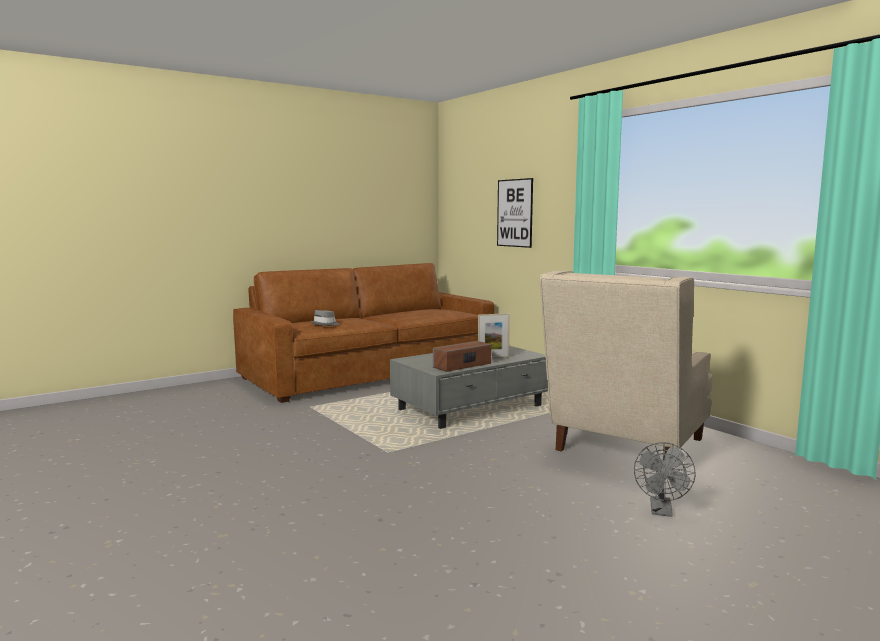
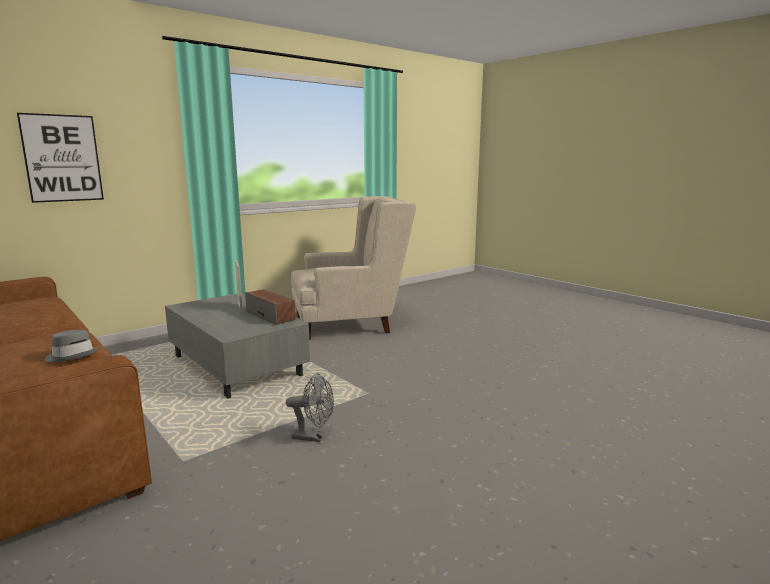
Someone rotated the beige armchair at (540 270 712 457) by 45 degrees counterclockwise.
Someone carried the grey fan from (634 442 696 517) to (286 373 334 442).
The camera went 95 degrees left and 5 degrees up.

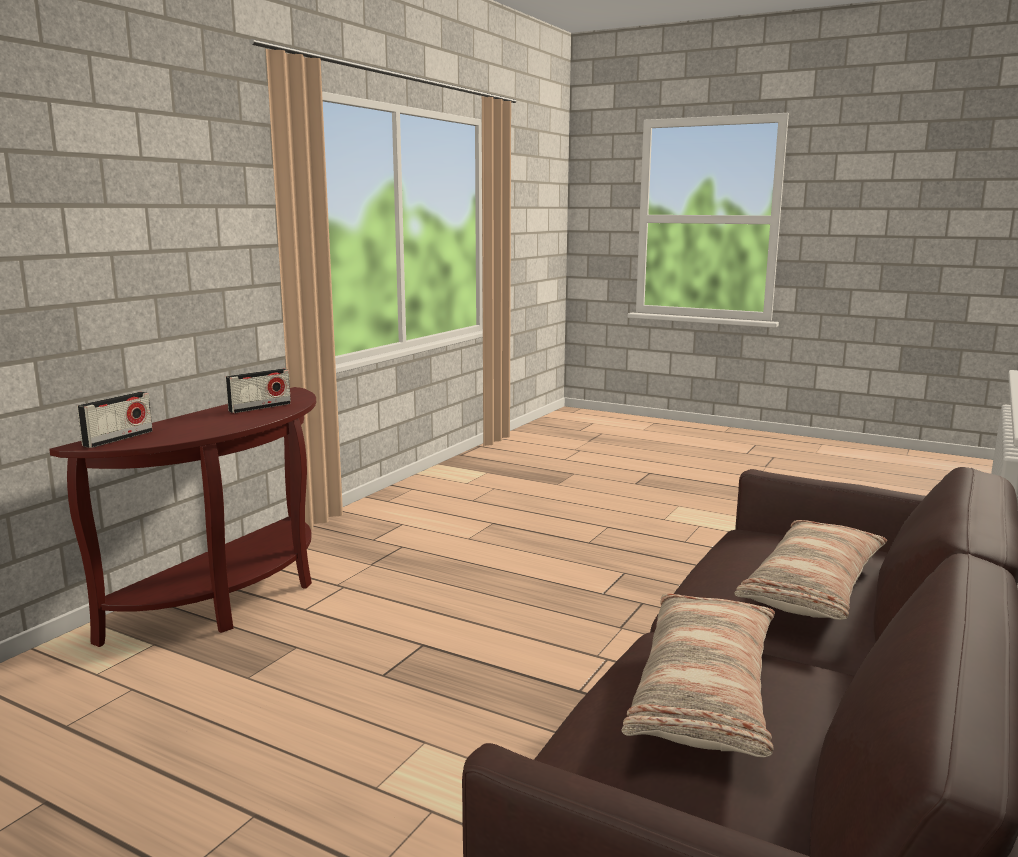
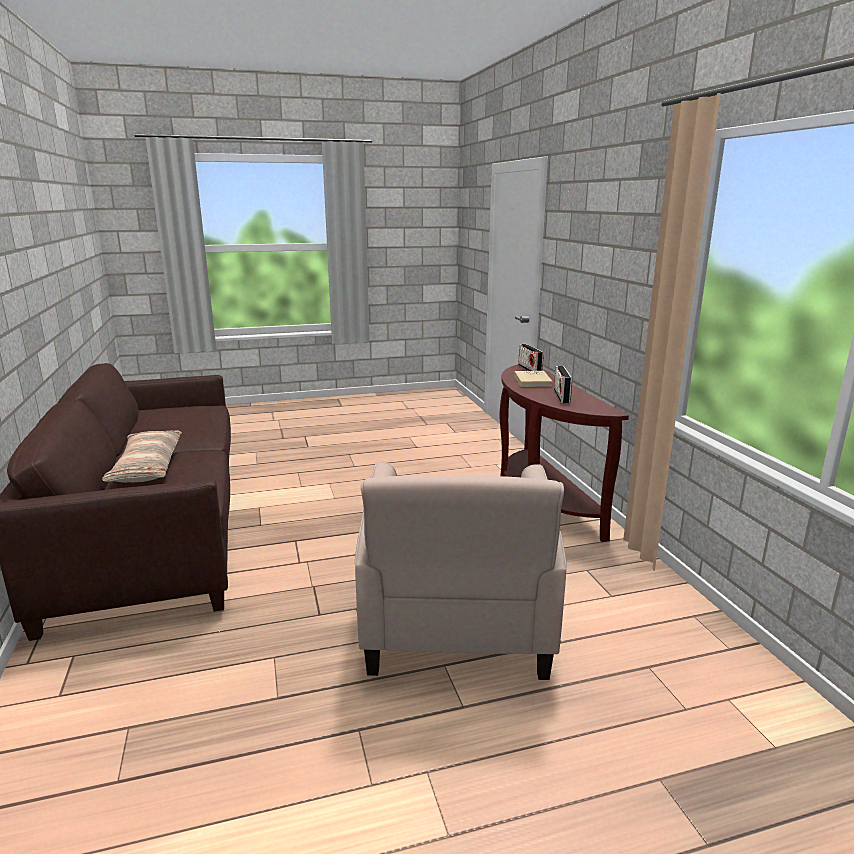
Someone took away the pillow at (622 593 775 757).
Someone put down the beige armchair at (355 462 567 680).
Someone put down the beige book at (514 371 552 387).
The camera went 135 degrees right and 5 degrees up.

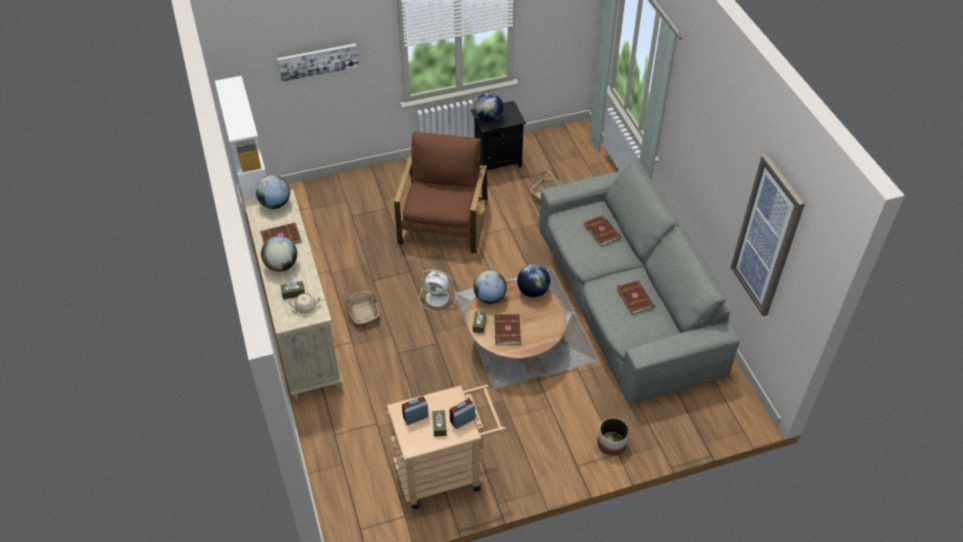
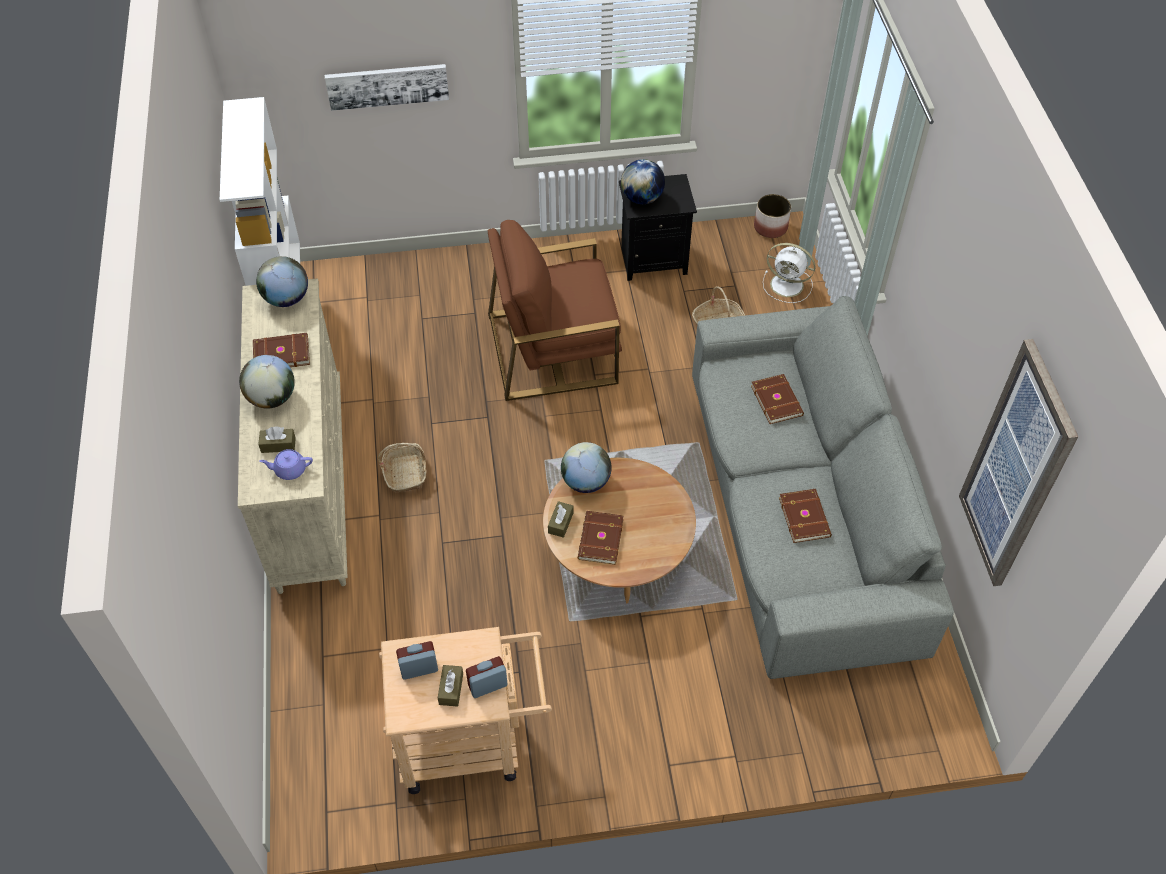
Someone repainted the beige teapot at (286 293 320 313), which became the purple teapot at (260 449 313 480).
Someone rotated the brown armchair at (394 131 488 253) by 120 degrees counterclockwise.
Someone carried the white fan from (419 269 456 312) to (763 243 816 303).
Someone took away the globe at (517 264 550 297).
Someone carried the planter from (597 418 629 456) to (754 194 791 238).
The camera went 10 degrees right and 5 degrees up.

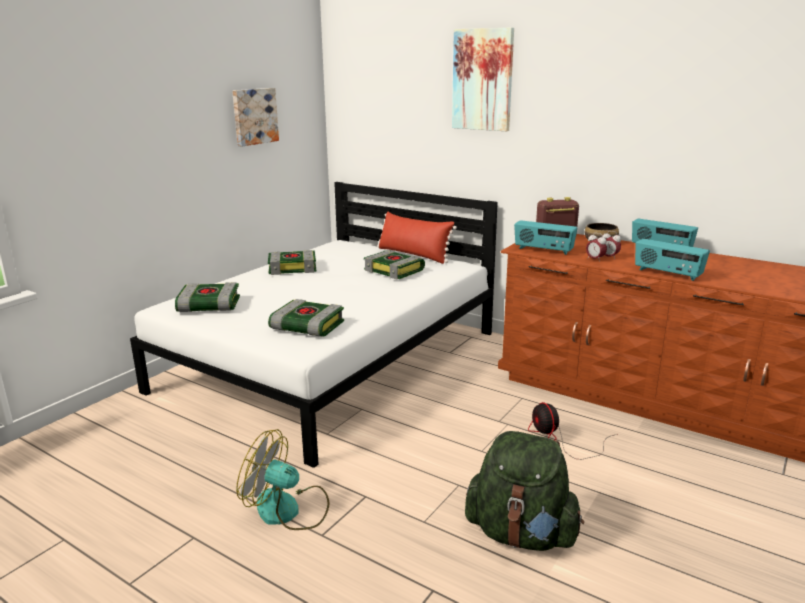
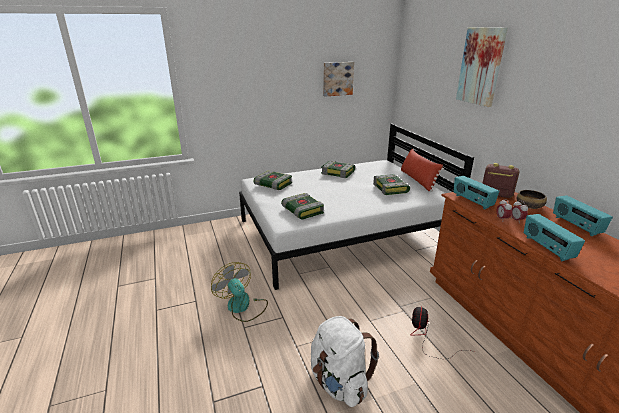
Someone repainted the green backpack at (465 431 584 551), which became the white backpack at (311 316 379 407).
The camera went 35 degrees right and 5 degrees up.

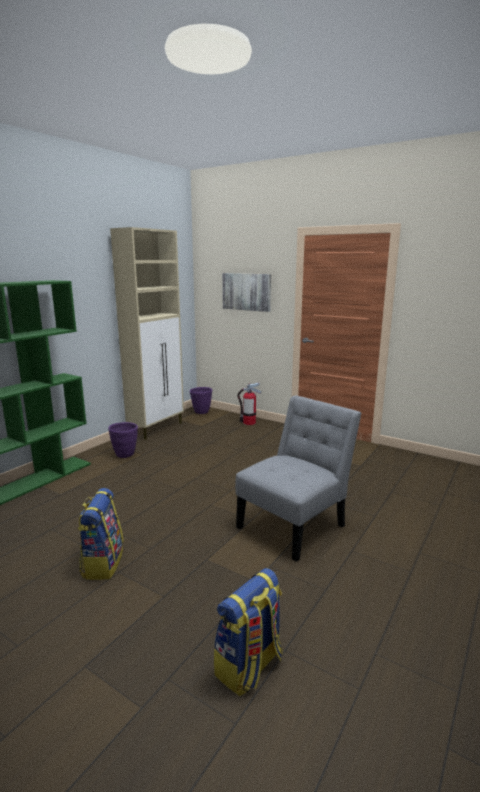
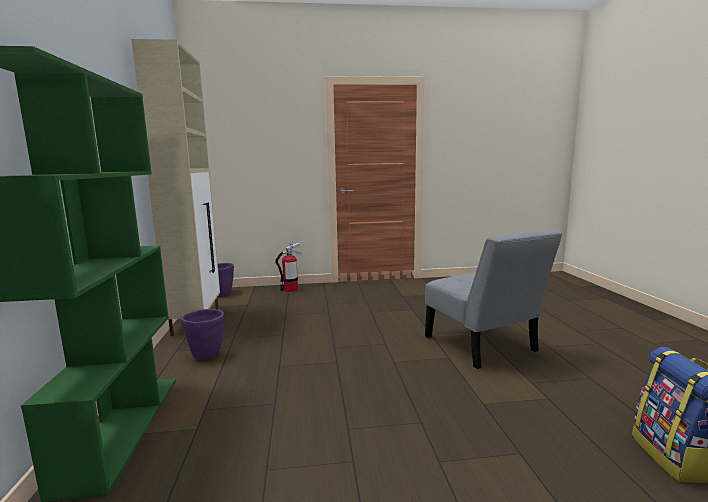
Someone took away the backpack at (78 488 123 580).
Someone took away the picture at (222 273 271 312).
Someone rotated the grey chair at (235 395 362 562) by 150 degrees clockwise.
The camera went 40 degrees left and 5 degrees down.

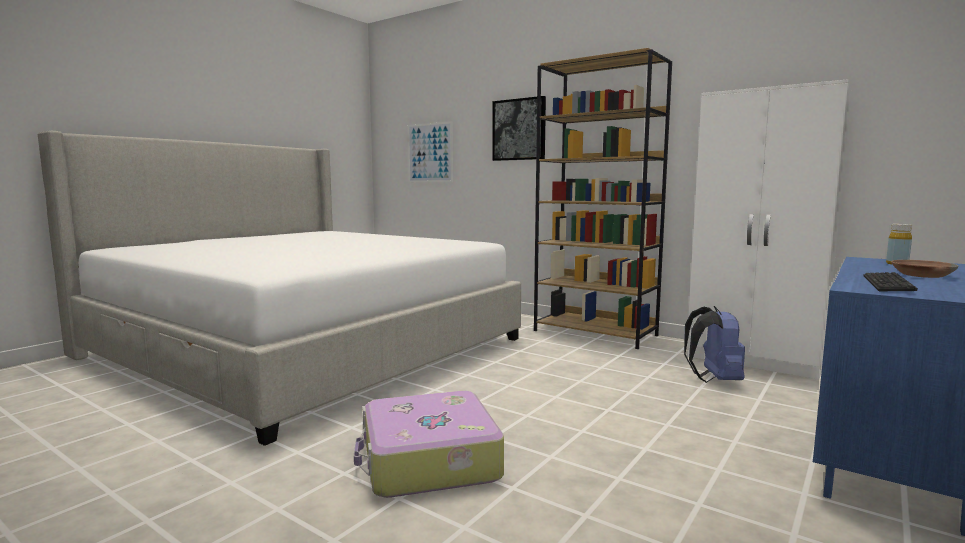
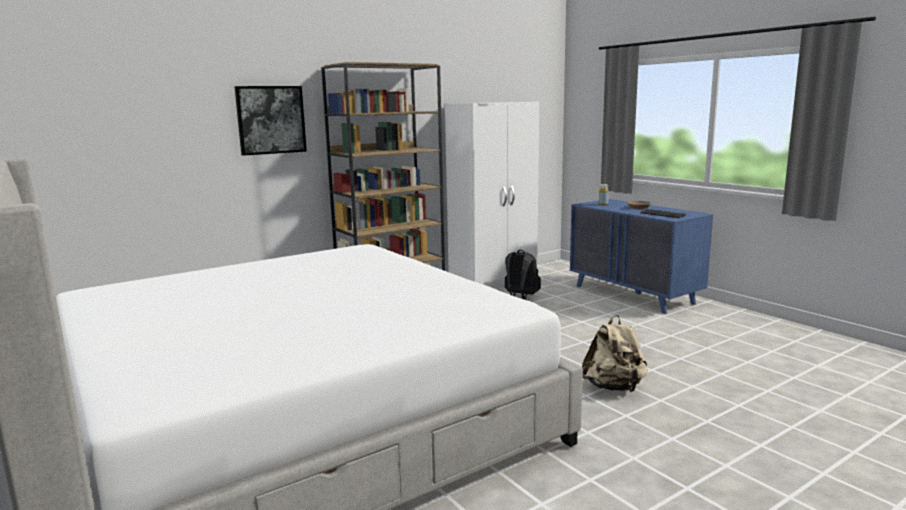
Someone swapped the suitcase at (354 391 504 498) for the beige backpack at (582 315 648 392).
Someone took away the picture at (408 121 453 182).
Someone repainted the blue backpack at (684 306 745 383), which became the black backpack at (505 249 541 300).
The camera went 70 degrees left and 5 degrees up.

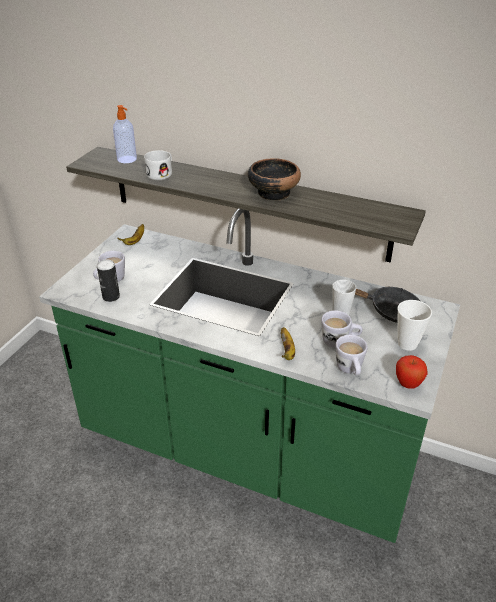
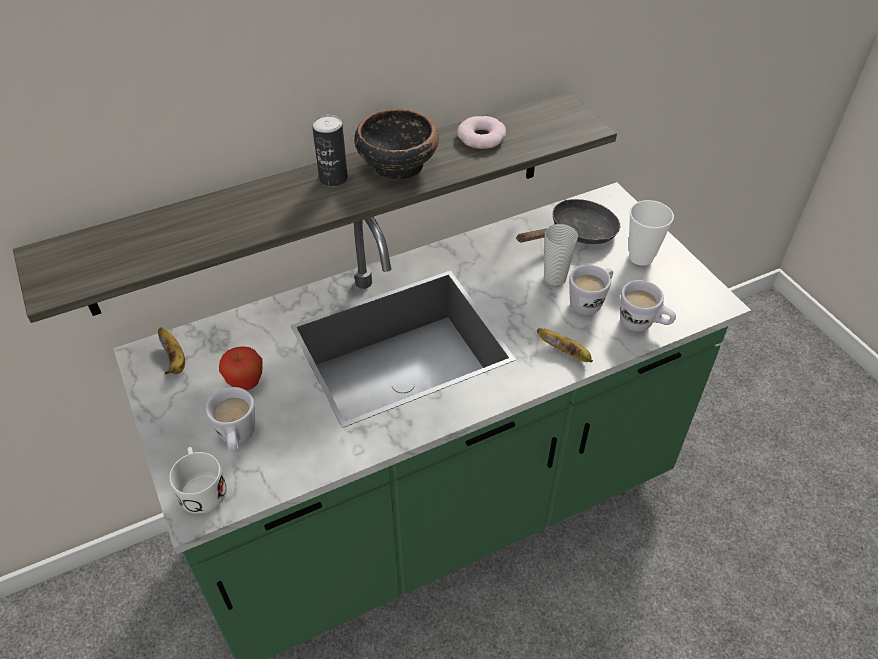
Someone carried the can from (97 259 120 302) to (312 114 348 187).
Someone took away the soap dispenser at (113 105 137 163).
Someone carried the white mug from (144 150 172 181) to (169 447 227 514).
Someone carried the apple from (396 355 428 389) to (219 346 263 391).
Someone put down the donut at (457 116 506 149).
The camera went 50 degrees left and 10 degrees up.

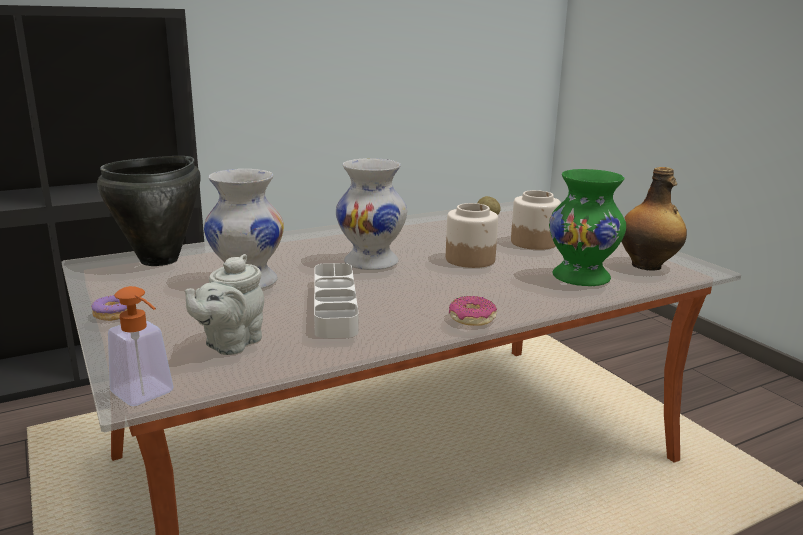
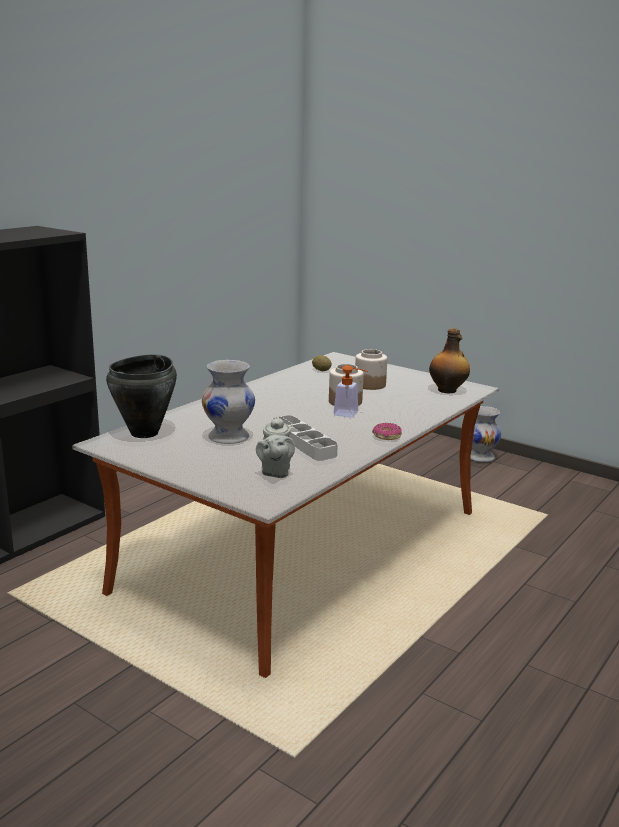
Someone took away the donut at (91 295 127 321).
Someone carried the soap dispenser from (108 286 173 406) to (333 365 368 417).
Someone carried the white vase from (336 158 407 270) to (471 406 501 462).
Someone took away the green vase at (549 169 626 286).
The camera went 25 degrees left and 0 degrees up.

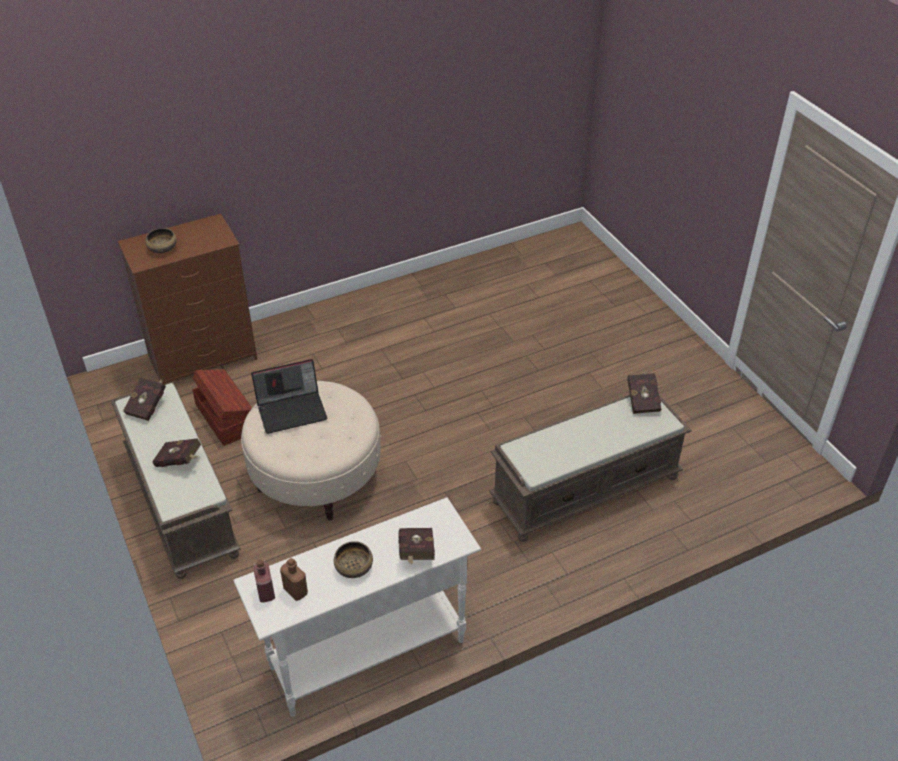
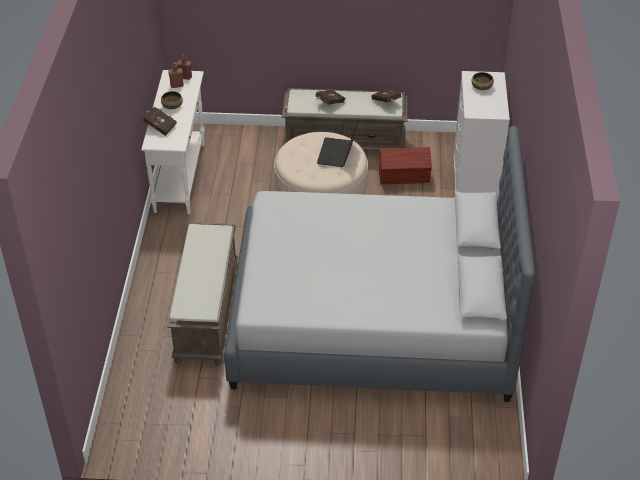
Someone repainted the brown dresser at (118 214 257 385), which became the white dresser at (453 71 510 201).
Someone took away the red book at (627 370 661 414).
Someone put down the grey bed at (224 126 535 402).
The camera went 120 degrees right and 0 degrees up.

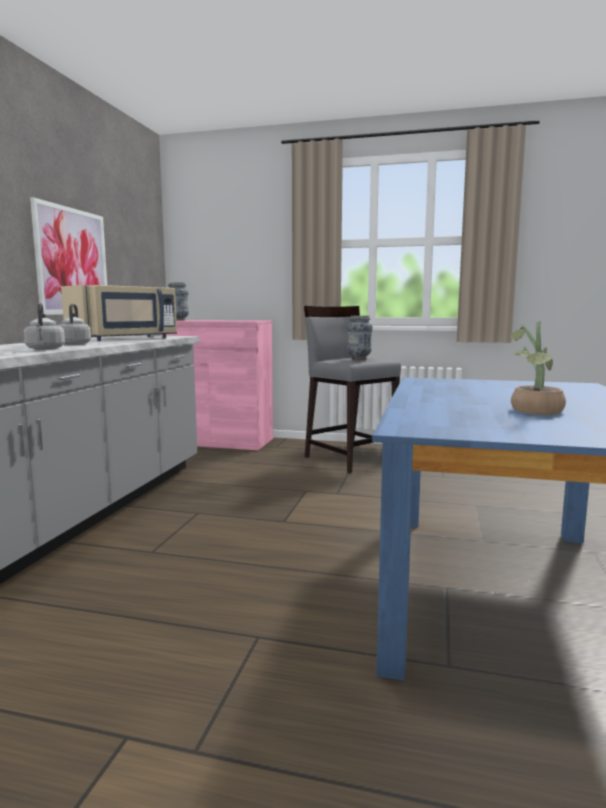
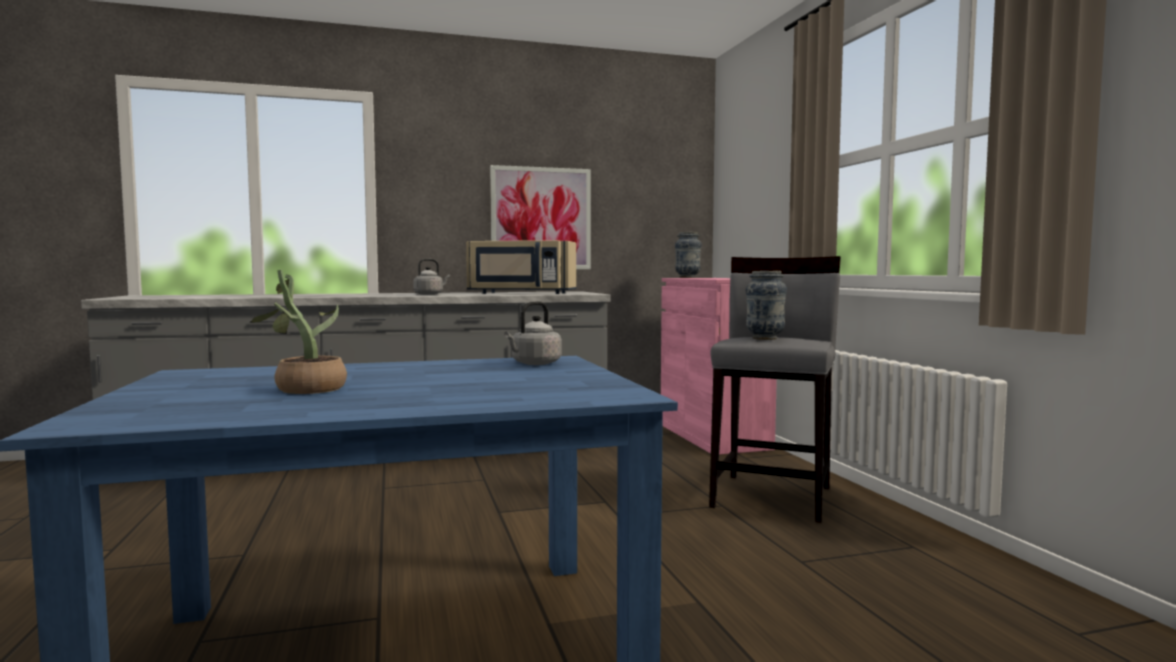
Someone carried the grey kettle from (24 303 65 350) to (504 301 562 365).
The camera went 60 degrees right and 5 degrees down.

